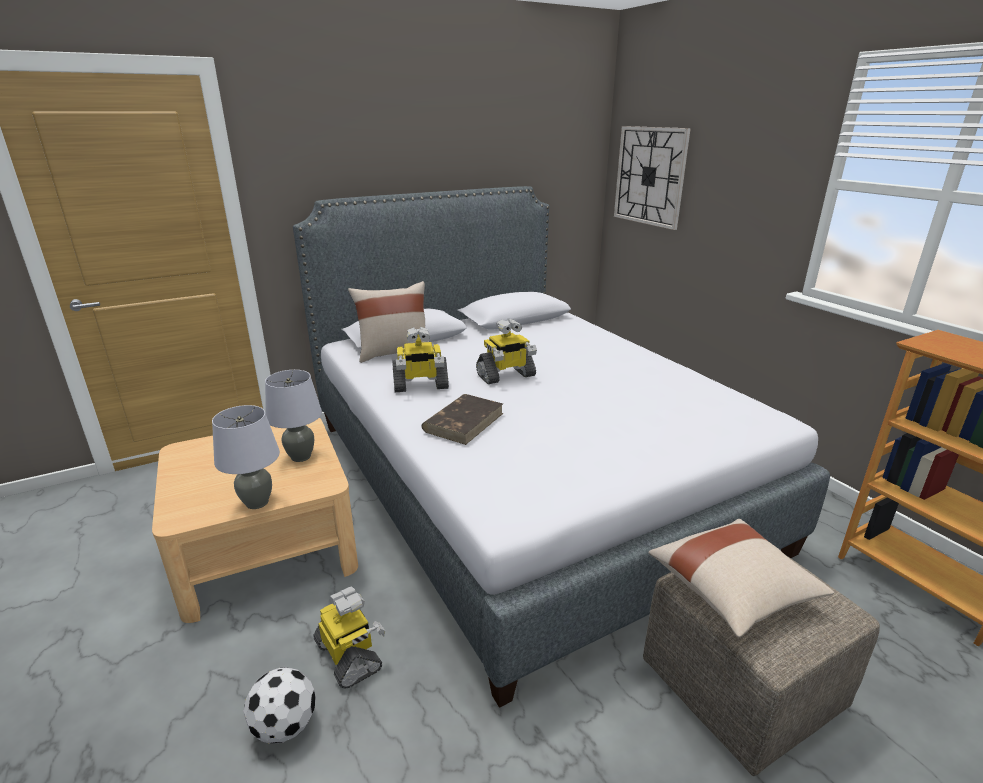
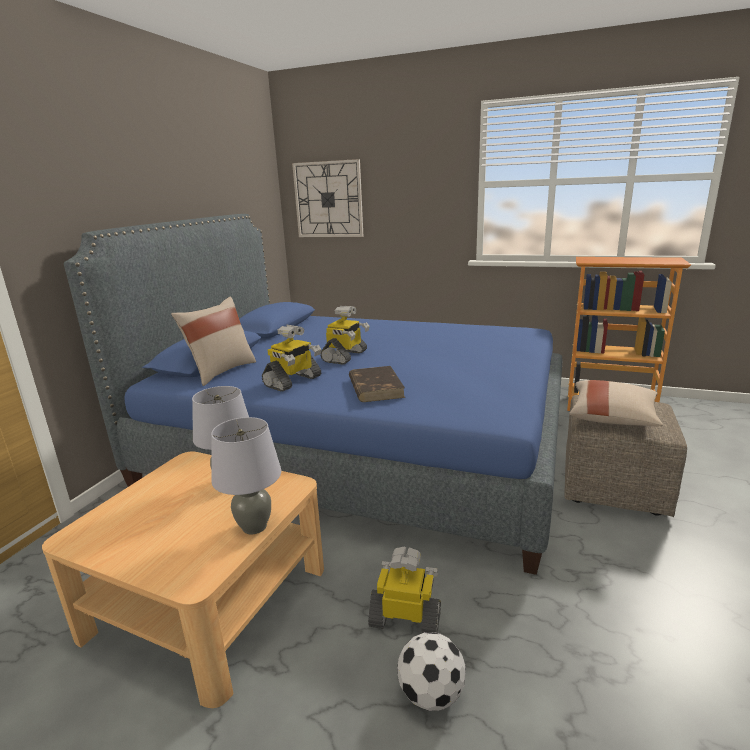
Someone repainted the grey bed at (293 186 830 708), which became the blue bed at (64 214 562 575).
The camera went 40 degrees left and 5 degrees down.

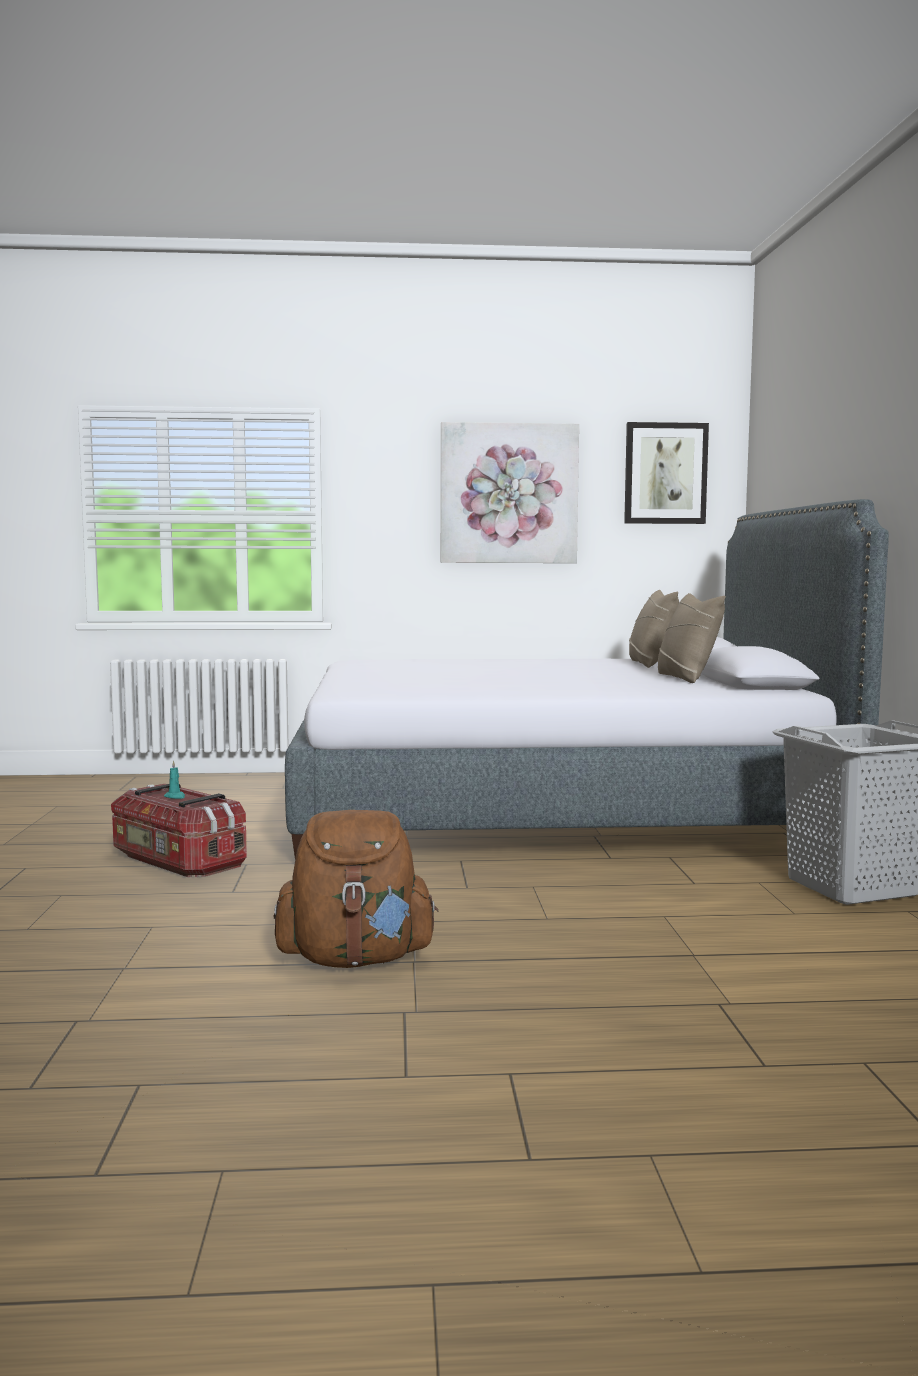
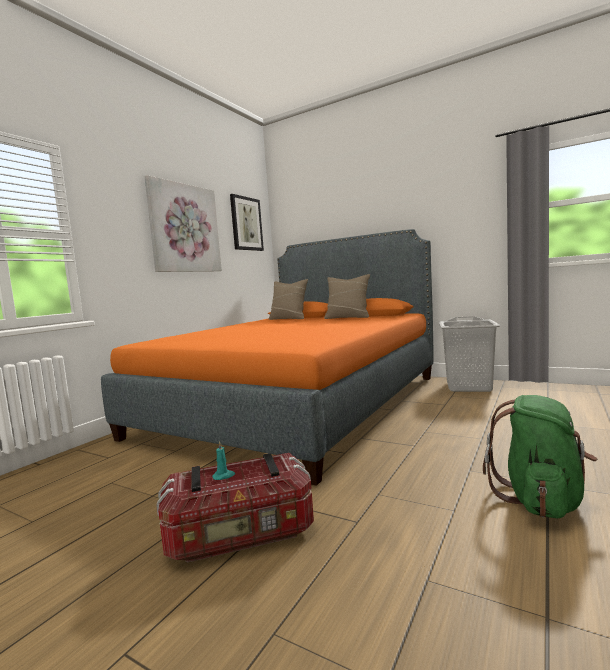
Someone repainted the brown backpack at (273 810 439 968), which became the green backpack at (483 395 597 519).
Someone repainted the grey bed at (285 499 889 858), which became the orange bed at (101 229 434 486).
The camera went 55 degrees left and 0 degrees up.

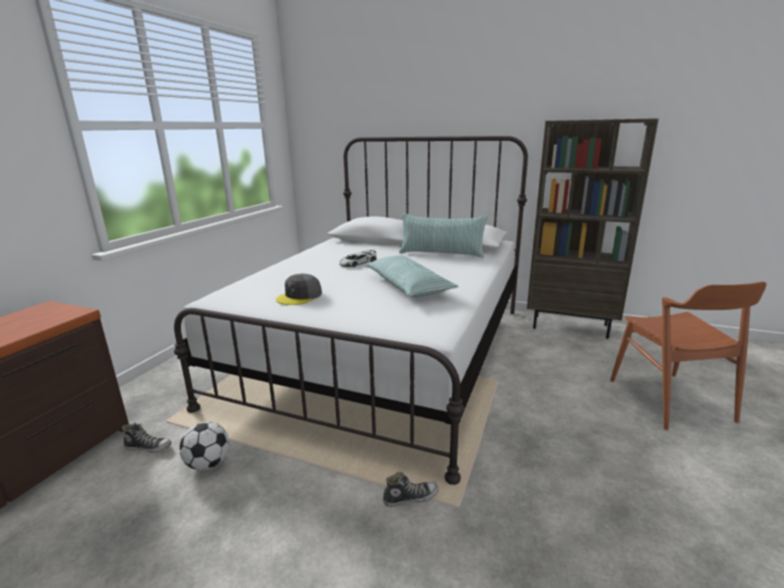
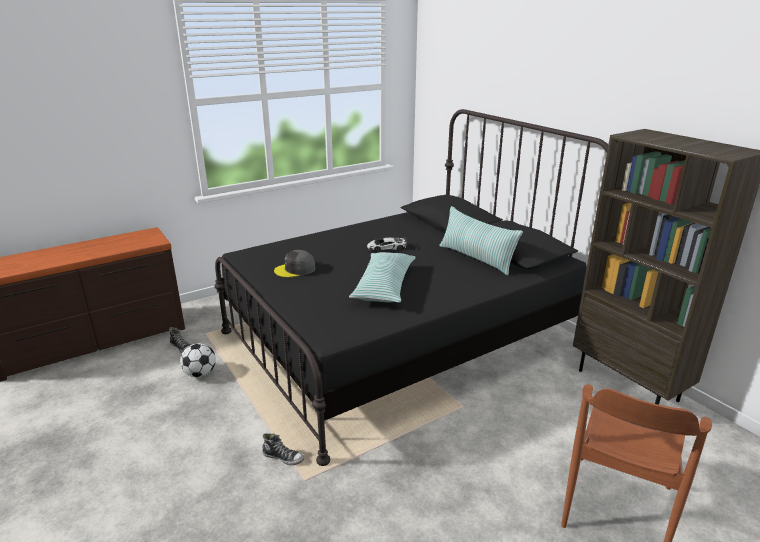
Someone repainted the white bed at (174 136 528 485), which became the black bed at (214 109 608 466).
The camera went 35 degrees right and 5 degrees up.

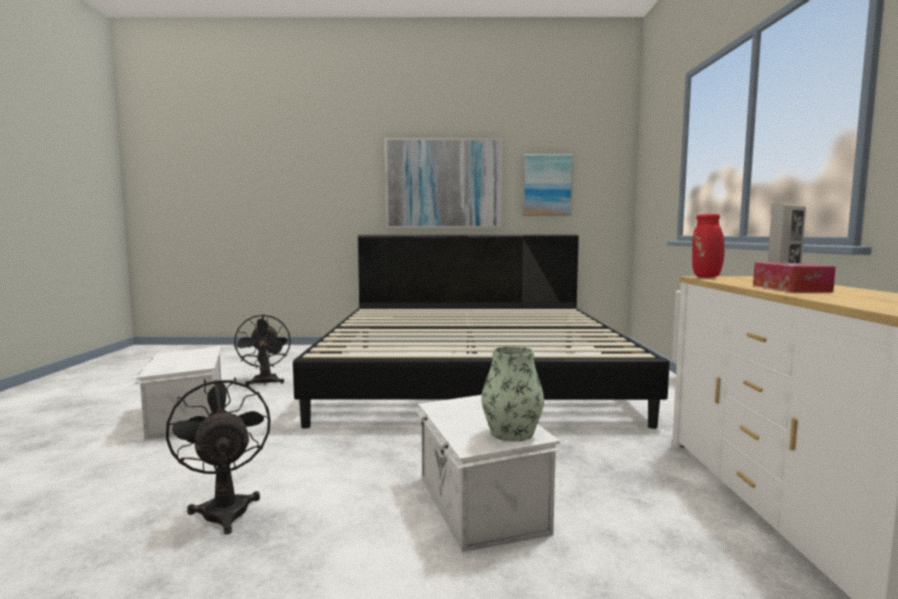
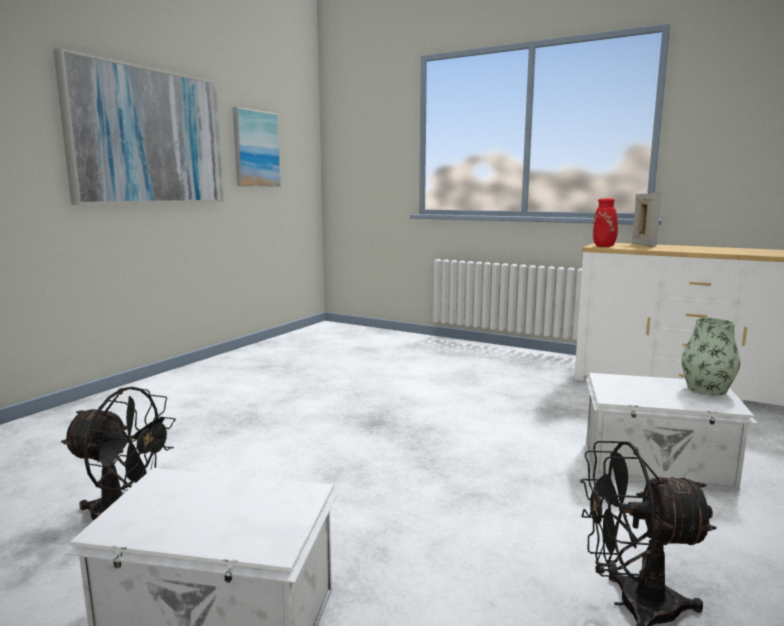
Someone took away the bed at (293 235 669 429).
Someone took away the tissue box at (753 262 836 293).
The camera went 60 degrees left and 5 degrees up.

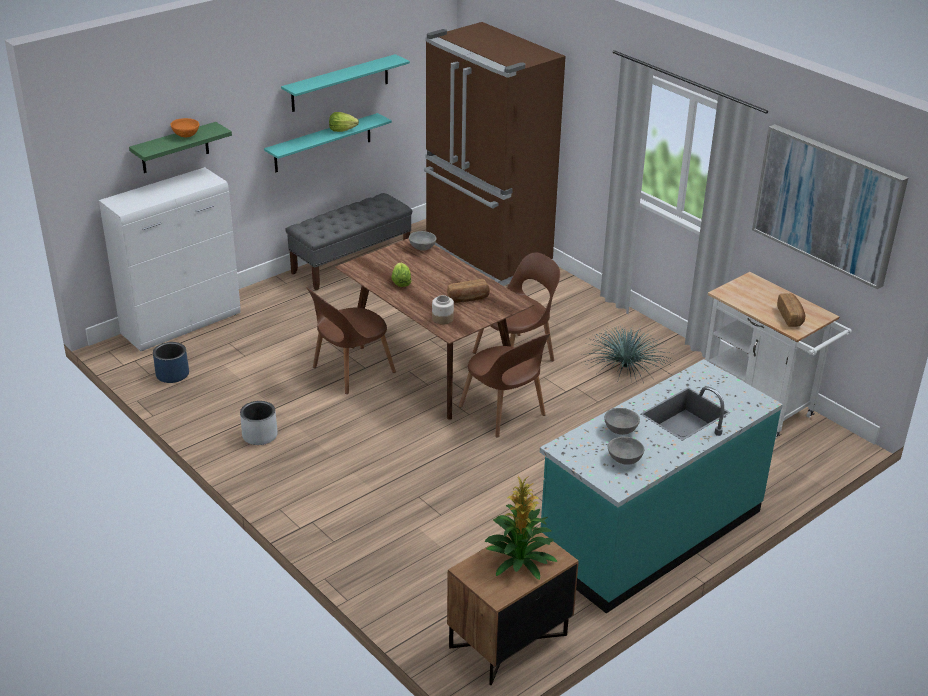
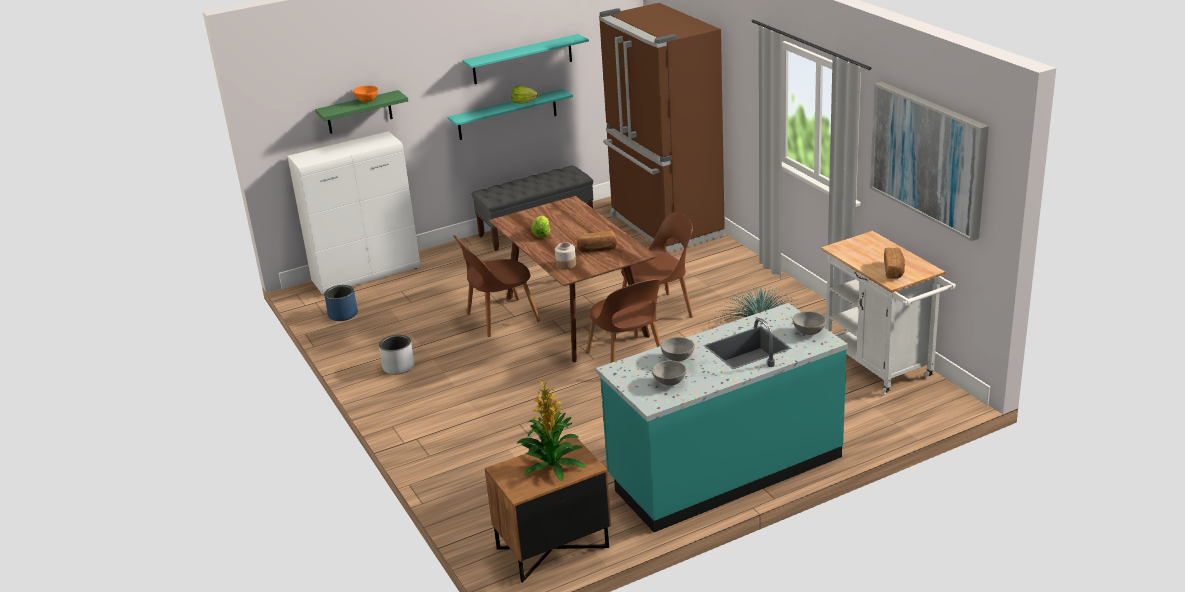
Someone carried the grey bowl from (409 231 436 251) to (793 311 826 335).
The camera went 15 degrees right and 5 degrees down.

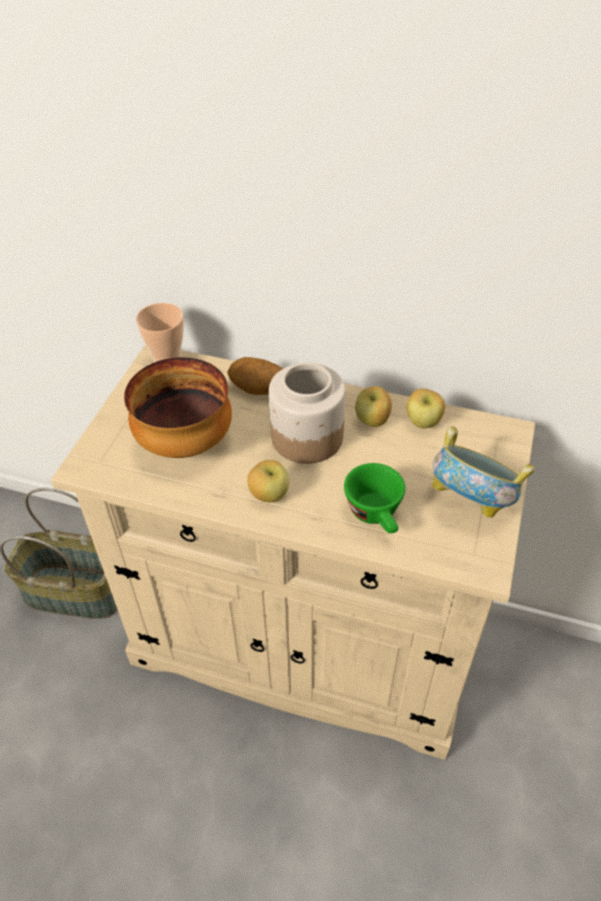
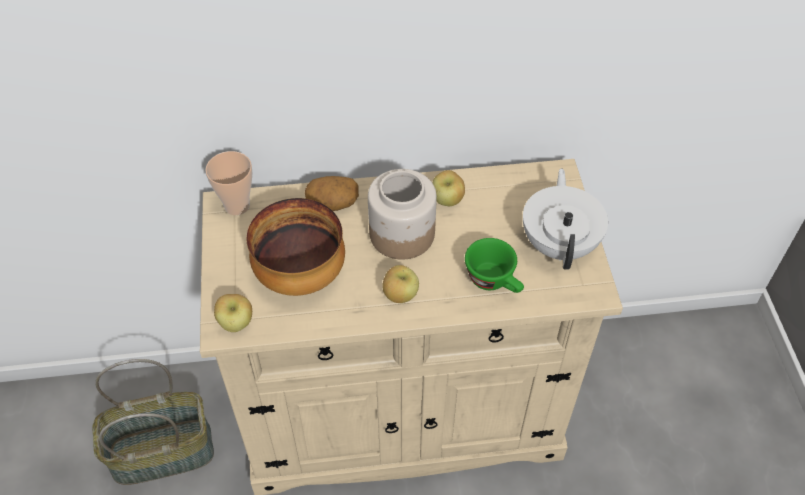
Someone carried the apple from (407 388 445 428) to (214 294 252 332).
Someone swapped the bowl at (432 426 535 518) for the white teapot at (523 168 608 270).
The camera went 25 degrees left and 5 degrees up.

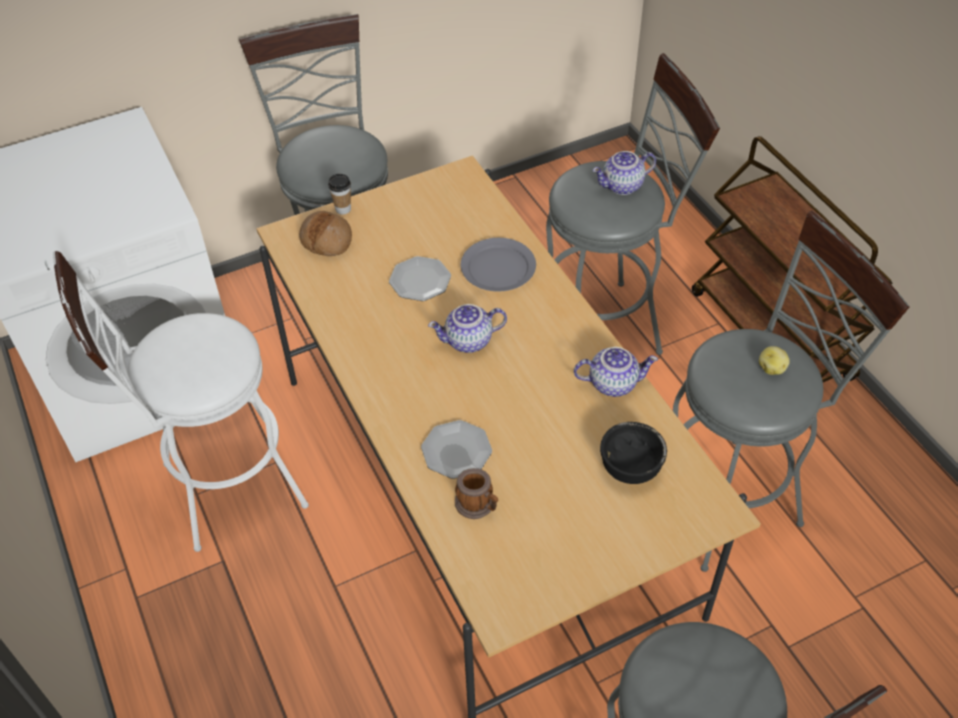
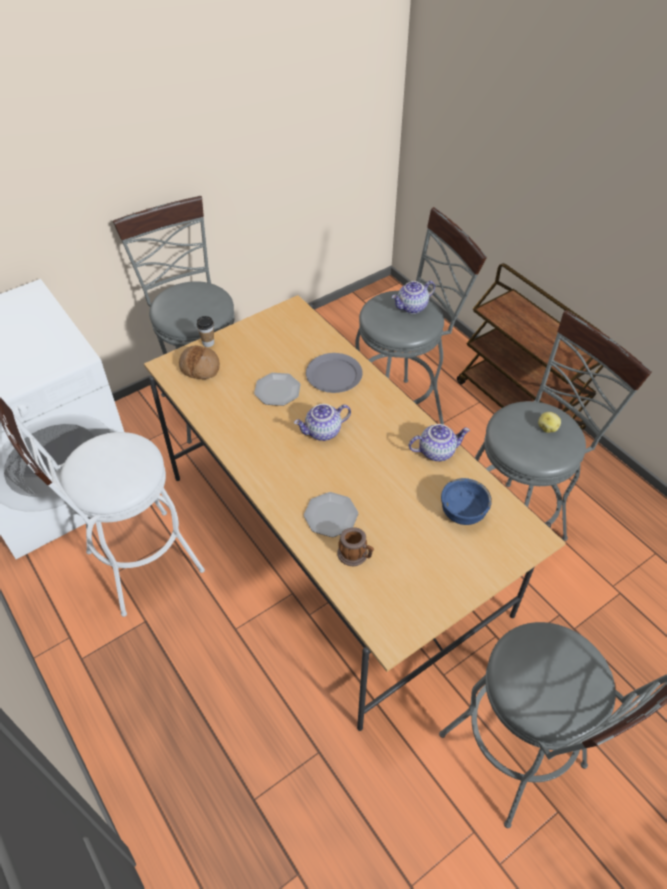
Someone repainted the black bowl at (600 422 667 484), which became the blue bowl at (441 478 492 525).
The camera went 10 degrees left and 0 degrees up.

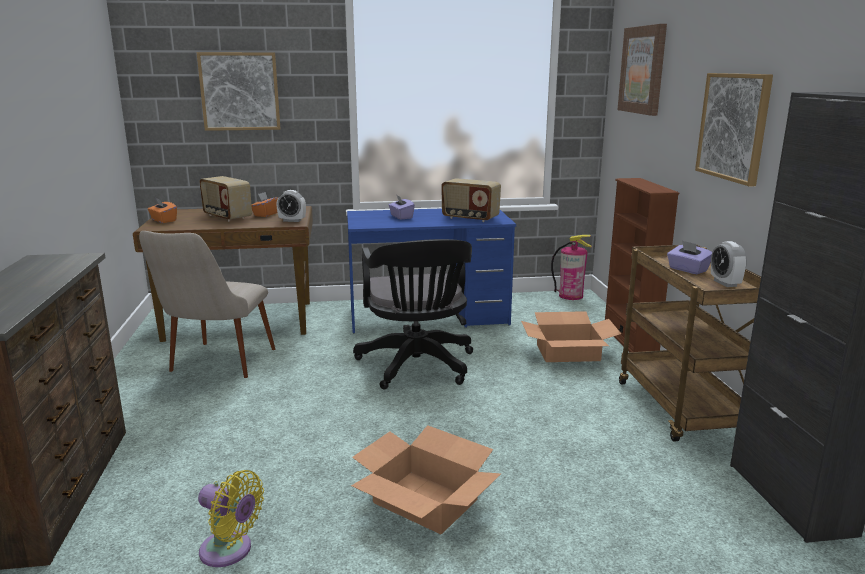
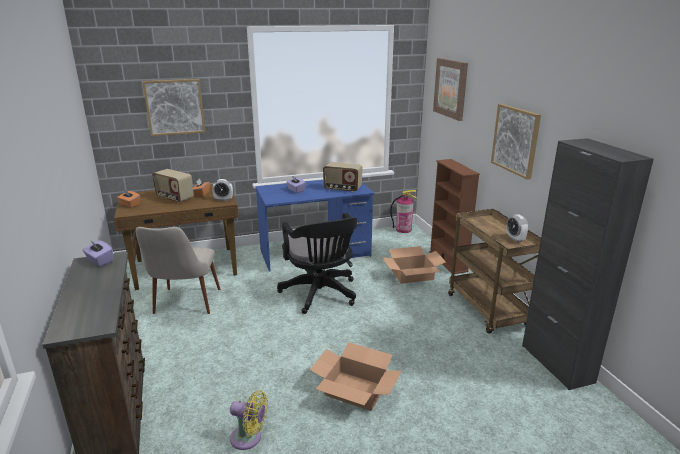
Someone carried the purple tissue box from (667 240 712 274) to (83 240 113 267).
The camera went 10 degrees left and 5 degrees up.

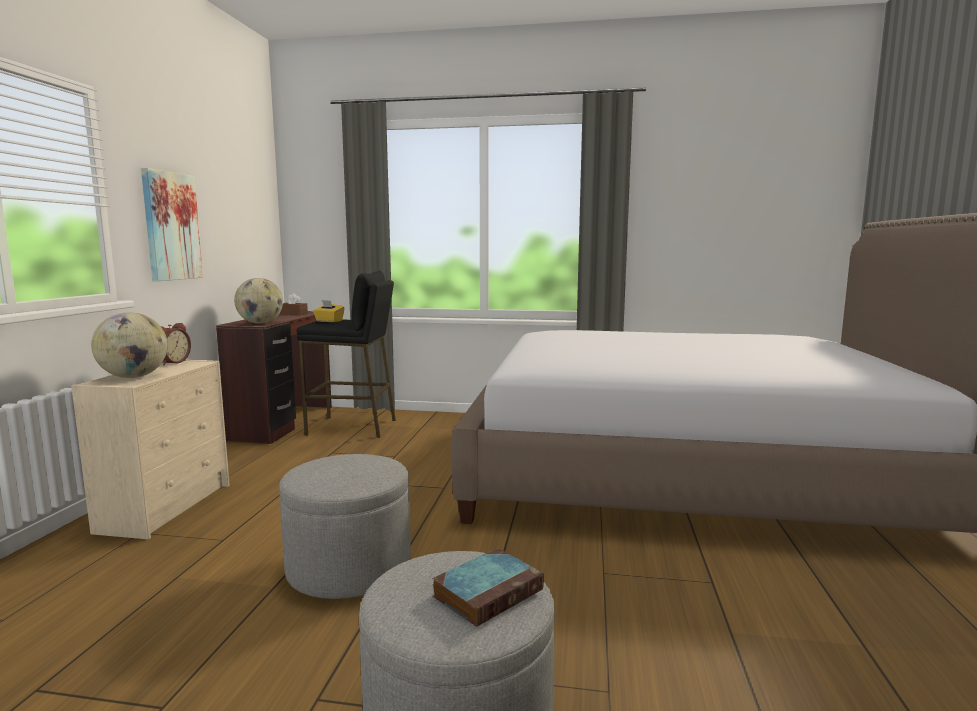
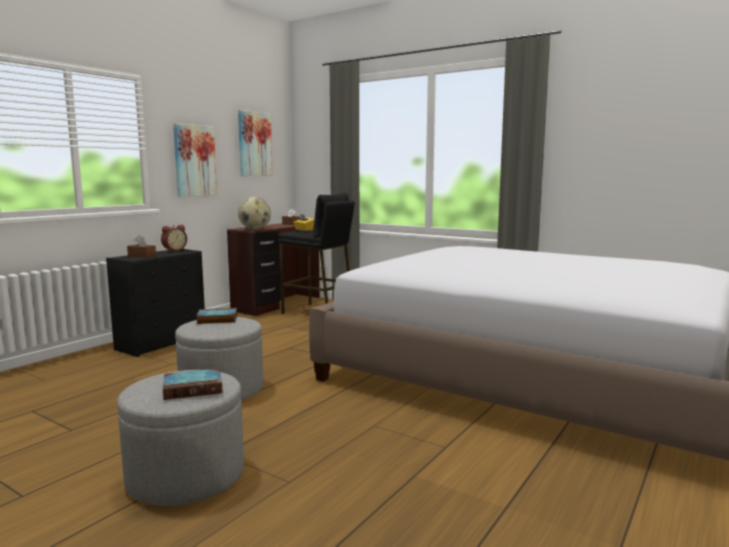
Someone repainted the beige dresser at (71 360 230 540), which became the black dresser at (106 249 205 357).
Someone swapped the globe at (91 312 168 378) for the brown tissue box at (127 235 156 258).
Someone put down the book at (196 308 237 324).
Someone put up the picture at (238 110 273 176).
The camera went 25 degrees right and 0 degrees up.

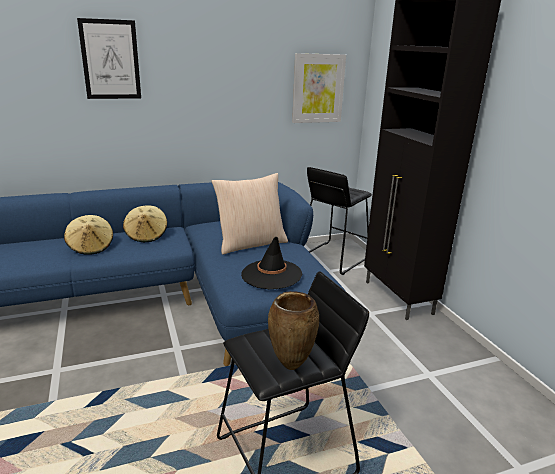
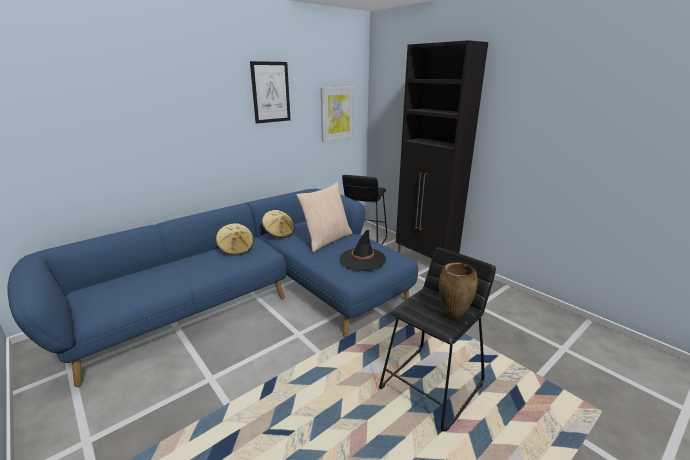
Someone carried the beige hat from (64 215 113 255) to (262 210 294 238).
Someone carried the picture from (77 18 141 99) to (250 61 290 124).
The camera went 20 degrees left and 0 degrees up.

